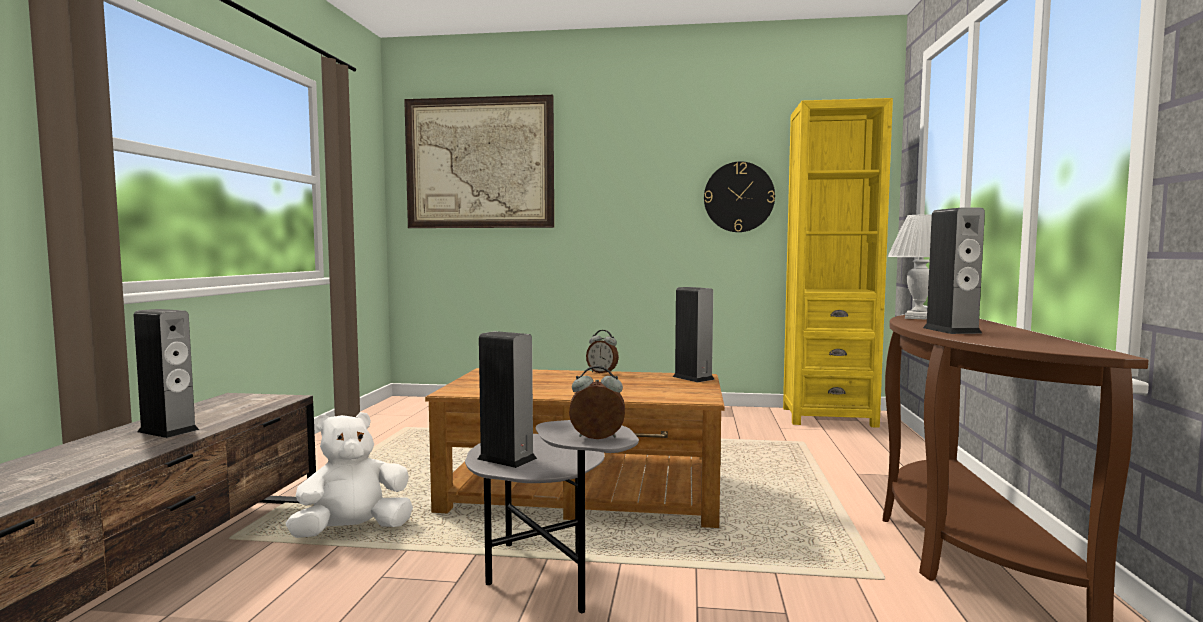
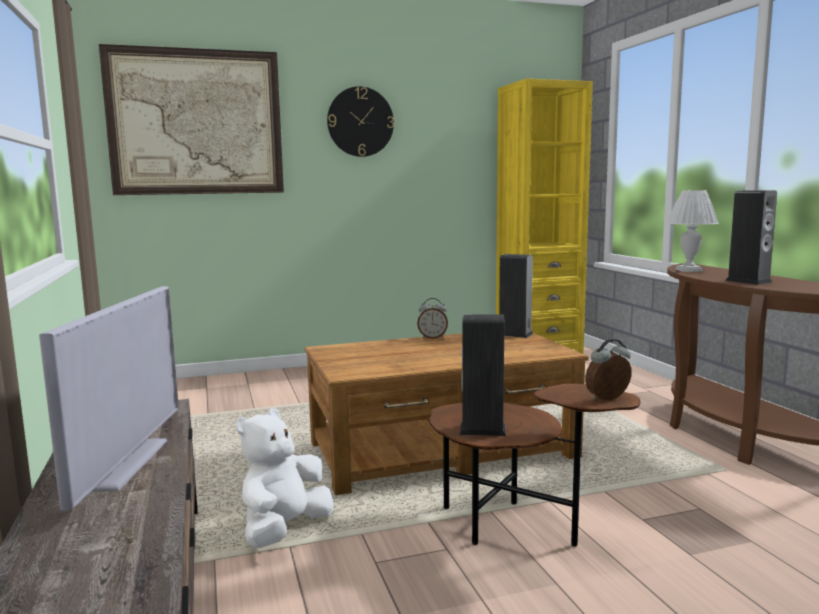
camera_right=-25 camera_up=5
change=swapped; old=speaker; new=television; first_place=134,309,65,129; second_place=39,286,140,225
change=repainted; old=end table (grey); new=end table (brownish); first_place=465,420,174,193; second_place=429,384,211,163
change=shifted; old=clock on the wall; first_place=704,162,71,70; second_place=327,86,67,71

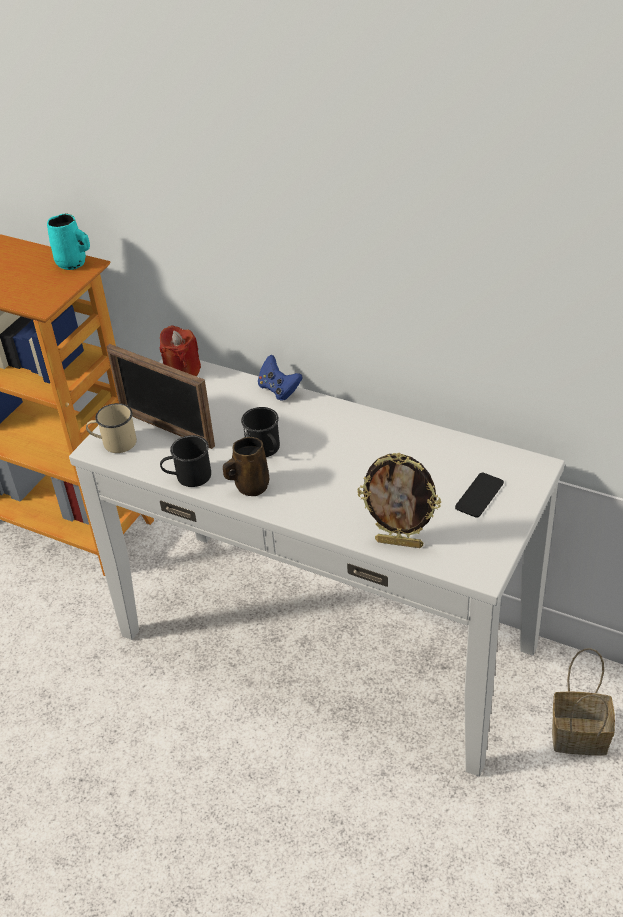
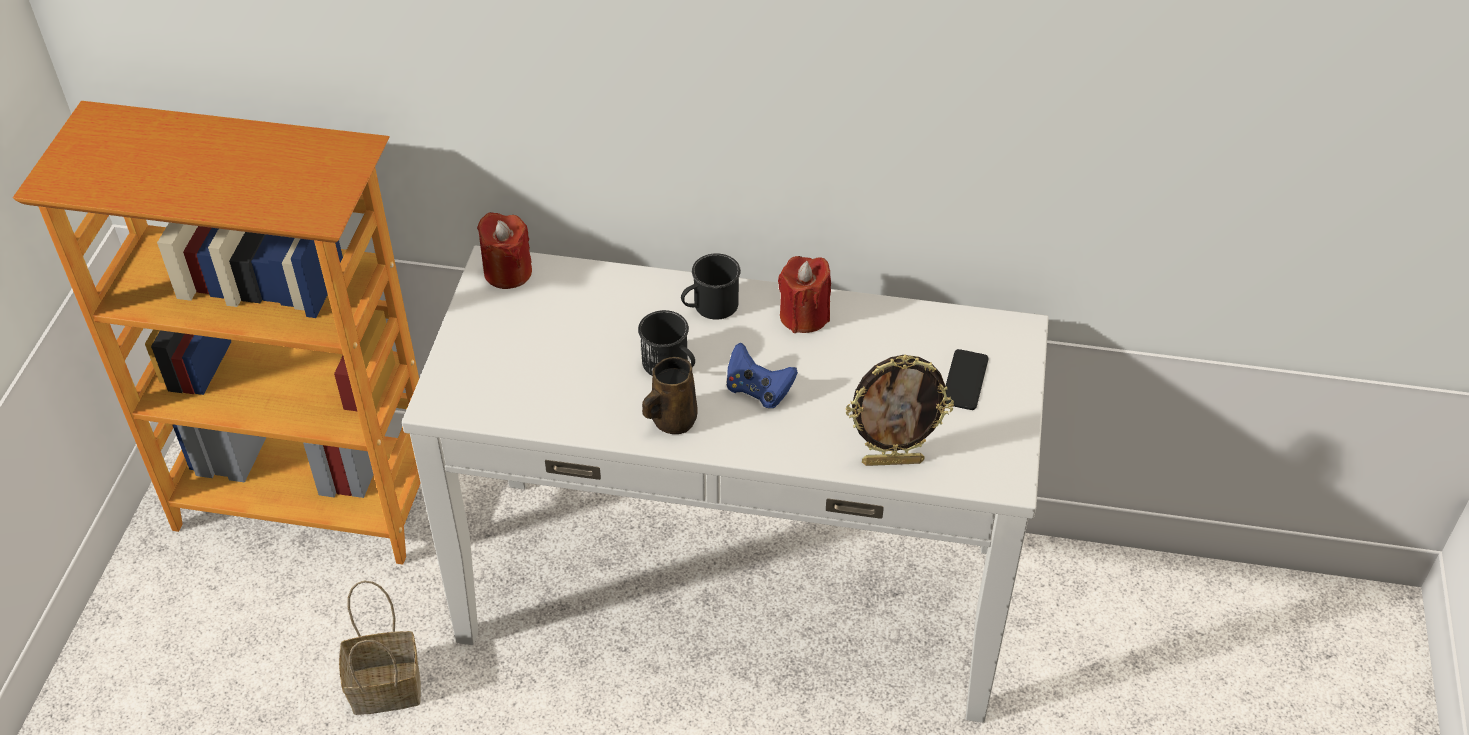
camera_right=-20 camera_up=5
change=gone; old=tea mug (turquoise); first_place=47,213,43,57
change=gone; old=tea mug (sand-coloured); first_place=86,403,51,50
change=gone; old=picture frame; first_place=106,344,109,105
change=shifted; old=tea mug (blackish); first_place=160,435,51,52; second_place=681,253,60,67
change=shifted; old=gamepad (blue-coloured); first_place=258,355,45,46; second_place=726,343,72,65
change=shifted; old=household basket; first_place=552,648,63,107; second_place=339,581,82,134
change=new; new=candle (reddish); second_place=778,256,53,77

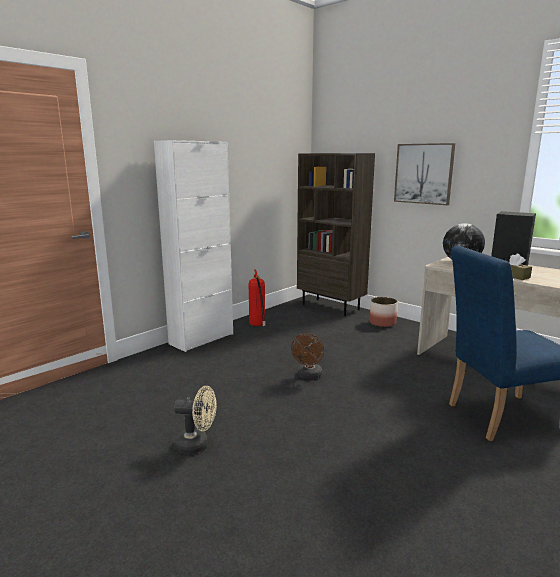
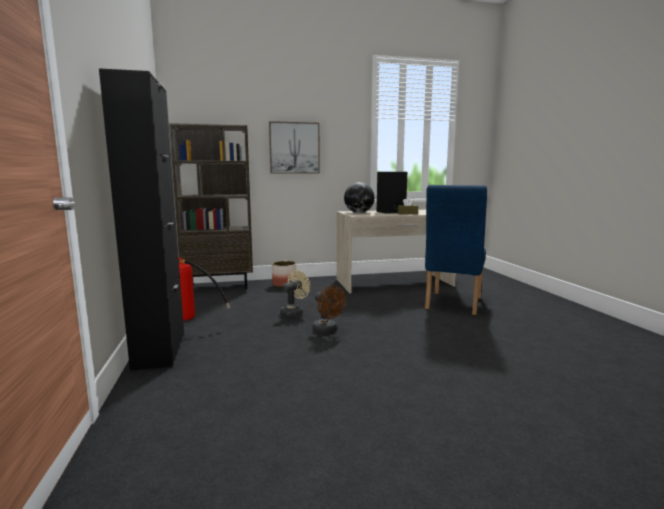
camera_right=-55 camera_up=-5
change=repainted; old=storage cabinet (whitish); new=storage cabinet (blackish); first_place=154,140,79,212; second_place=99,68,85,302
change=shifted; old=cooling fan (sand-coloured); first_place=174,386,43,68; second_place=280,270,30,48

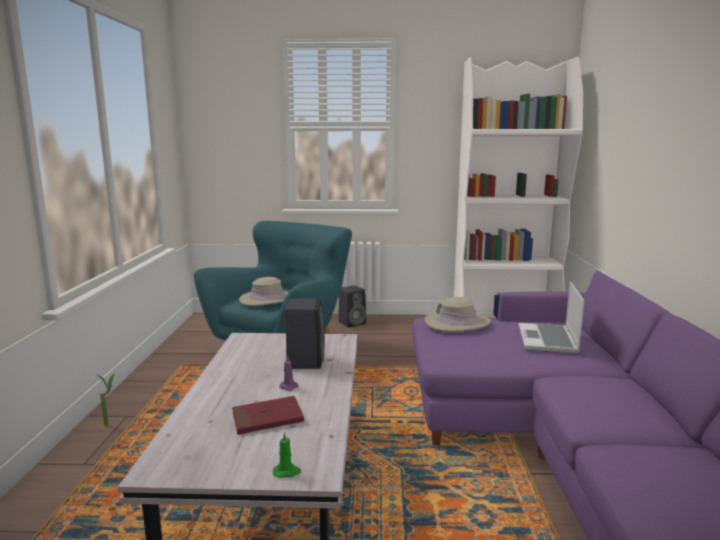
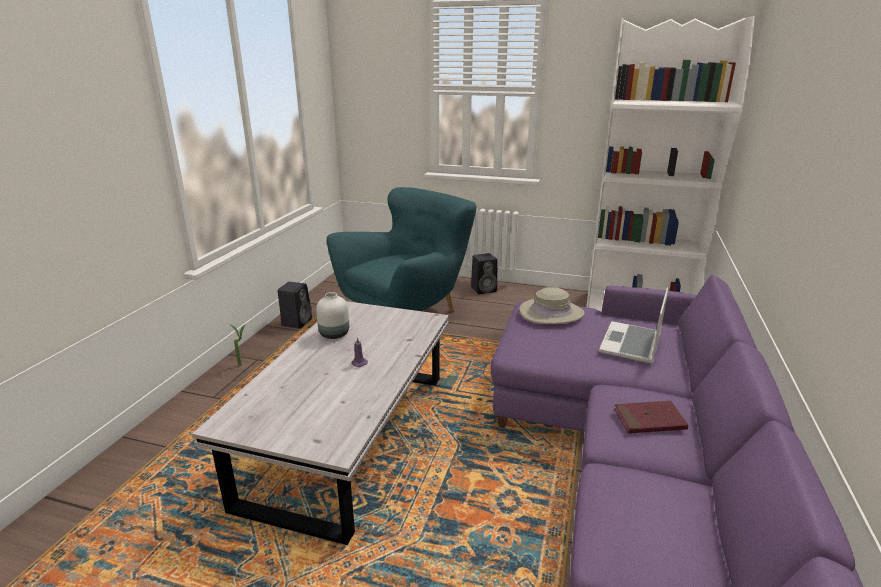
camera_right=15 camera_up=10
change=shifted; old=volume (reddish); first_place=232,396,72,39; second_place=614,401,74,33
change=gone; old=hat (sand-coloured); first_place=239,277,50,29
change=gone; old=candle (green-coloured); first_place=273,431,28,47
change=shifted; old=speaker (blackish); first_place=285,298,40,71; second_place=278,282,34,47
change=new; new=flower vase (whitish); second_place=316,292,33,47

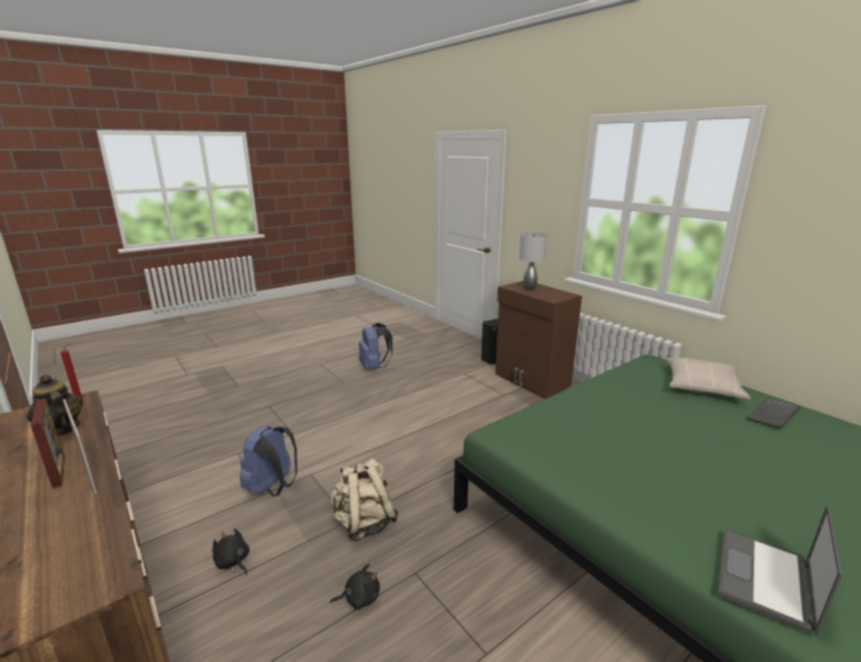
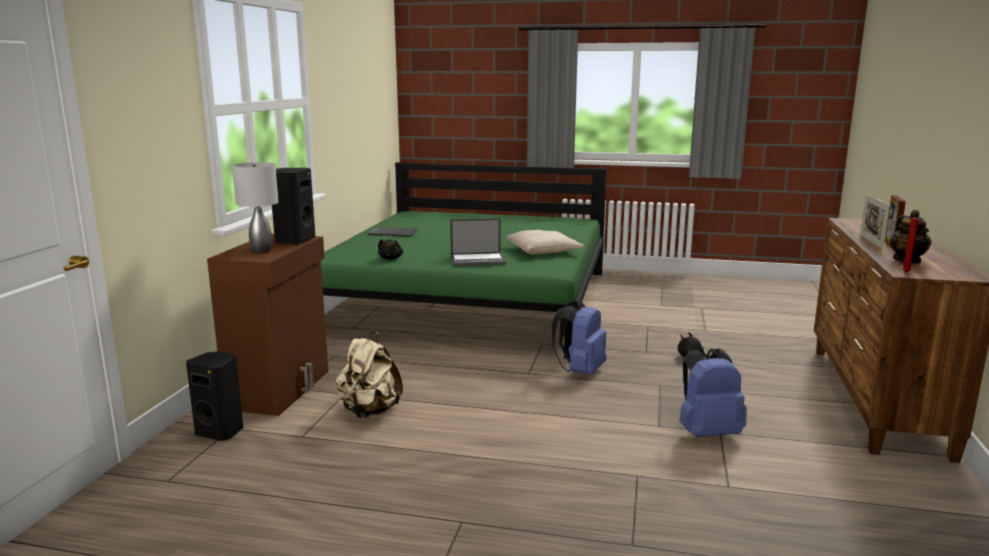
camera_right=-130 camera_up=-5
change=shifted; old=soft toy (blackish); first_place=212,528,37,47; second_place=378,239,25,20
change=shifted; old=knapsack (sand-coloured); first_place=331,458,68,83; second_place=336,332,67,86
change=shifted; old=knapsack (blue-coloured); first_place=359,323,34,47; second_place=552,300,55,75
change=shifted; old=cushion (sand-coloured); first_place=666,357,85,43; second_place=506,230,79,25
change=shifted; old=notebook computer; first_place=718,505,124,131; second_place=450,218,56,48
change=new; new=speaker (blackish); second_place=272,168,43,77

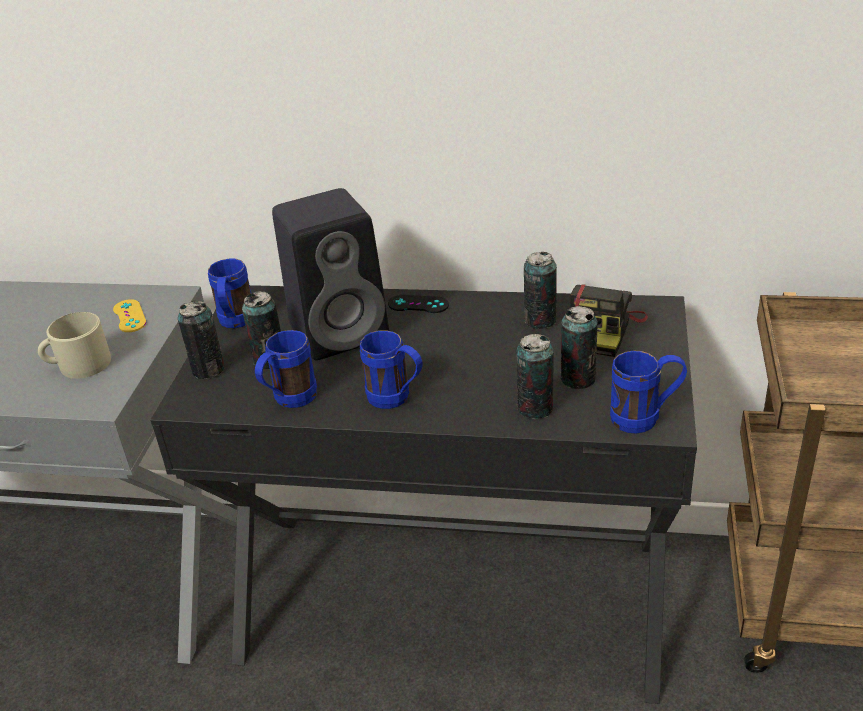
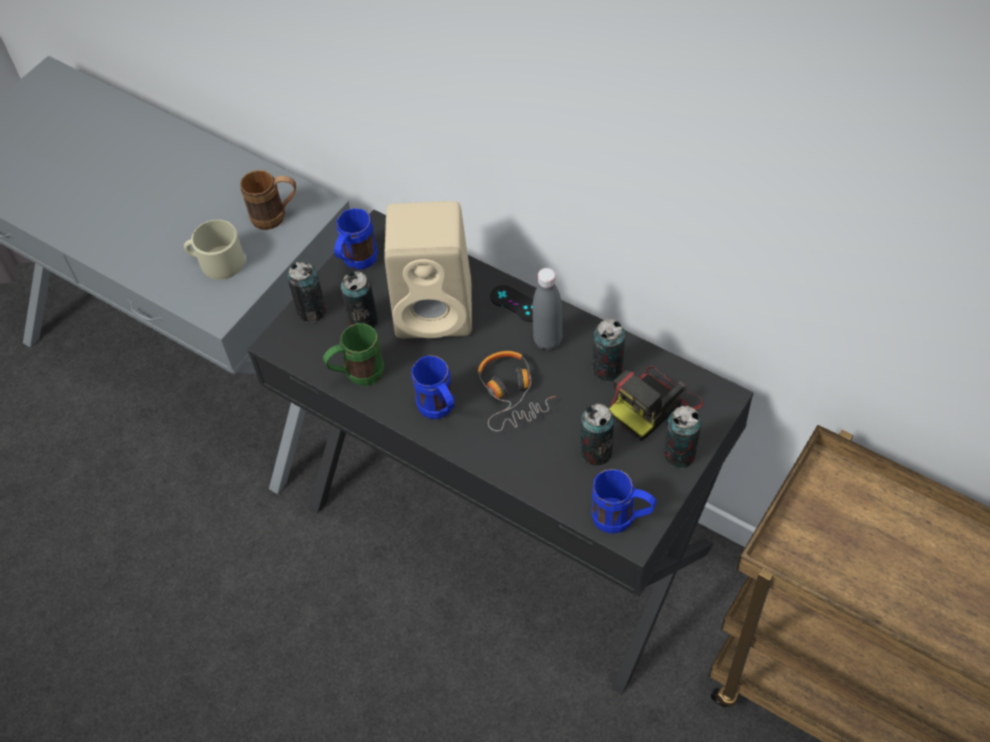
camera_right=25 camera_up=20
change=swapped; old=gamepad (yellowish); new=tea mug (brownish); first_place=113,299,33,33; second_place=240,170,56,60
change=repainted; old=tea mug (blue-coloured); new=tea mug (green-coloured); first_place=255,330,62,78; second_place=323,323,61,63
change=repainted; old=speaker (blackish); new=speaker (sand-coloured); first_place=272,188,117,172; second_place=384,201,88,137
change=shifted; old=metal can; first_place=516,334,38,85; second_place=664,406,37,62
change=new; new=headphones; second_place=478,351,78,80
change=new; new=drink bottle (grey); second_place=533,268,29,83

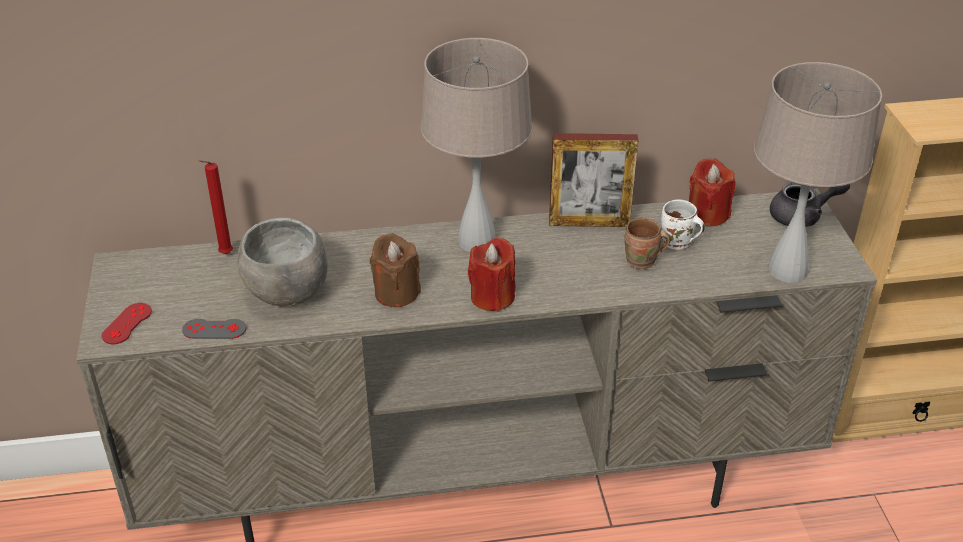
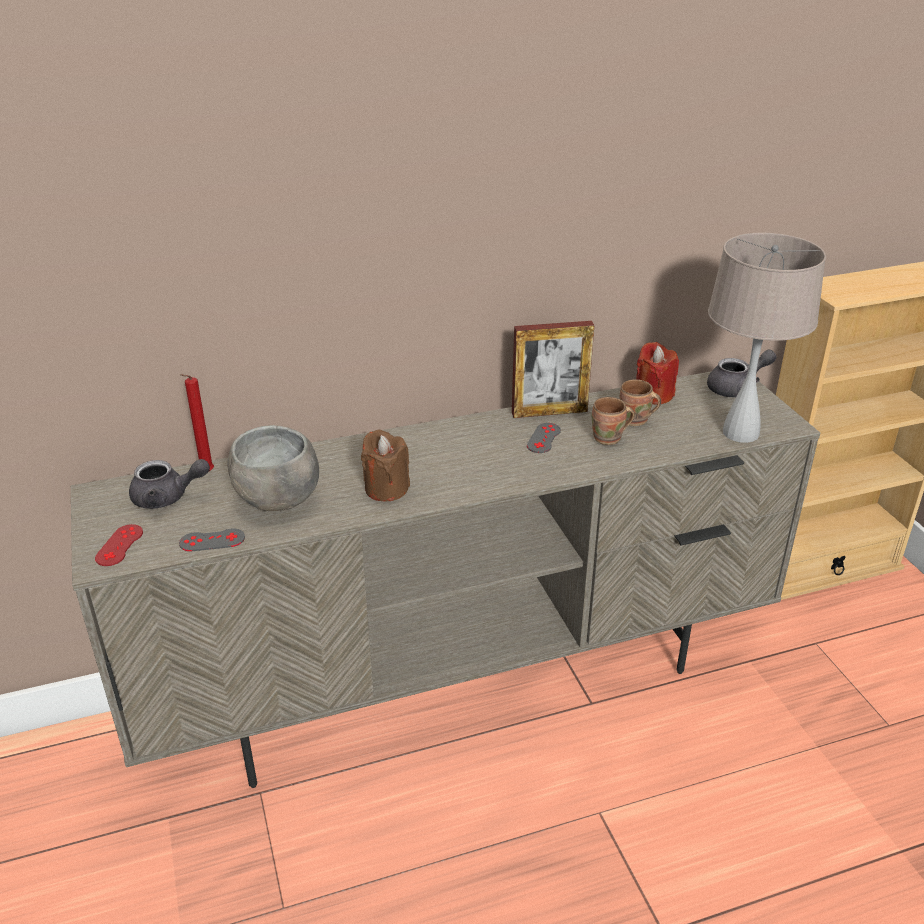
camera_right=-10 camera_up=-5
change=gone; old=lamp for a table (sand-coloured); first_place=421,38,112,214
change=gone; old=candle (reddish); first_place=468,238,48,74
change=repainted; old=tea mug (whitish); new=tea mug (brownish); first_place=661,200,44,50; second_place=619,379,42,47
change=new; new=tea pot (grey); second_place=129,459,81,50
change=new; new=gamepad (grey); second_place=527,423,34,30

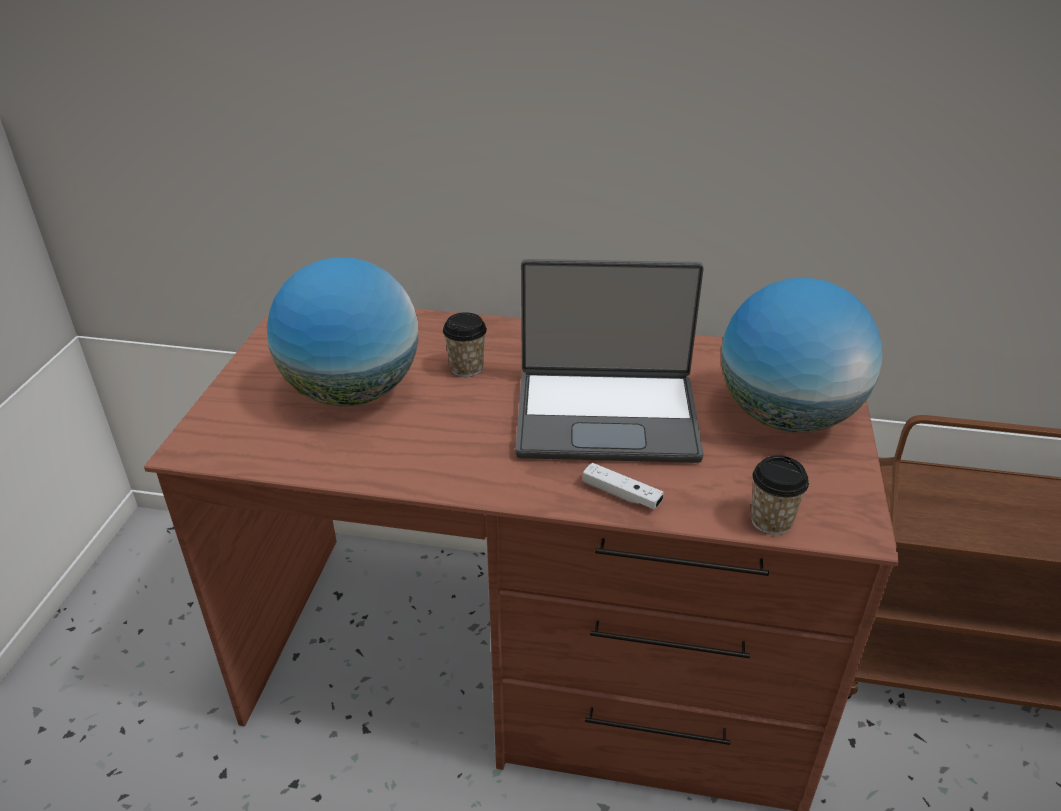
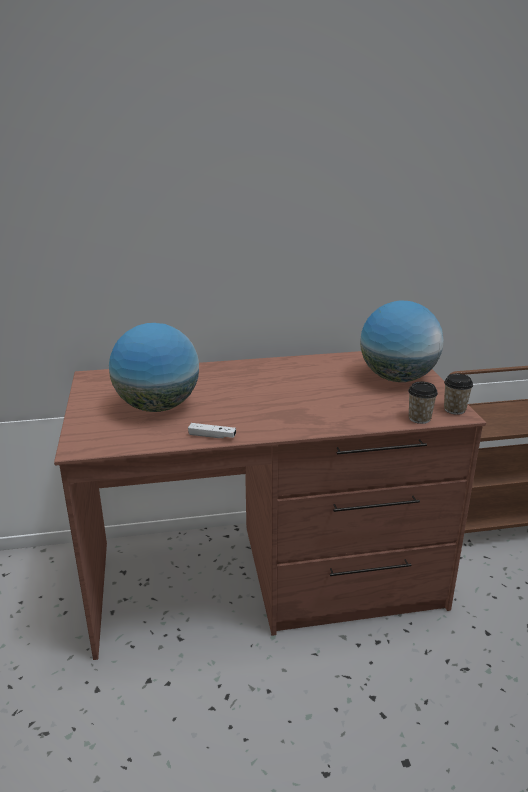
camera_right=-20 camera_up=-10
change=shifted; old=cup; first_place=443,312,44,65; second_place=444,374,29,41
change=gone; old=notebook computer; first_place=515,259,189,204
change=shifted; old=gamepad (whitish); first_place=583,463,80,46; second_place=188,423,48,16

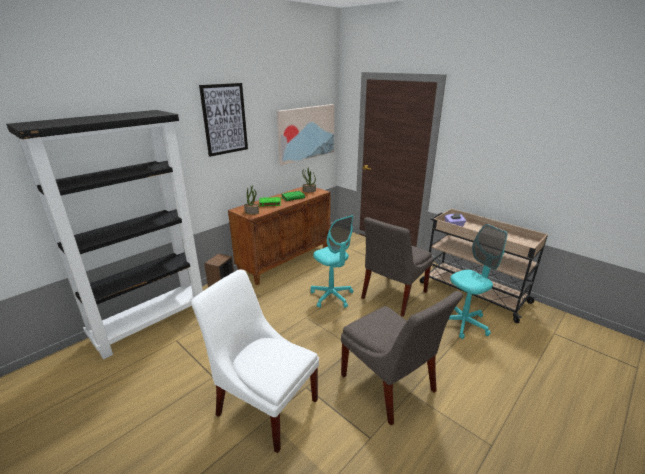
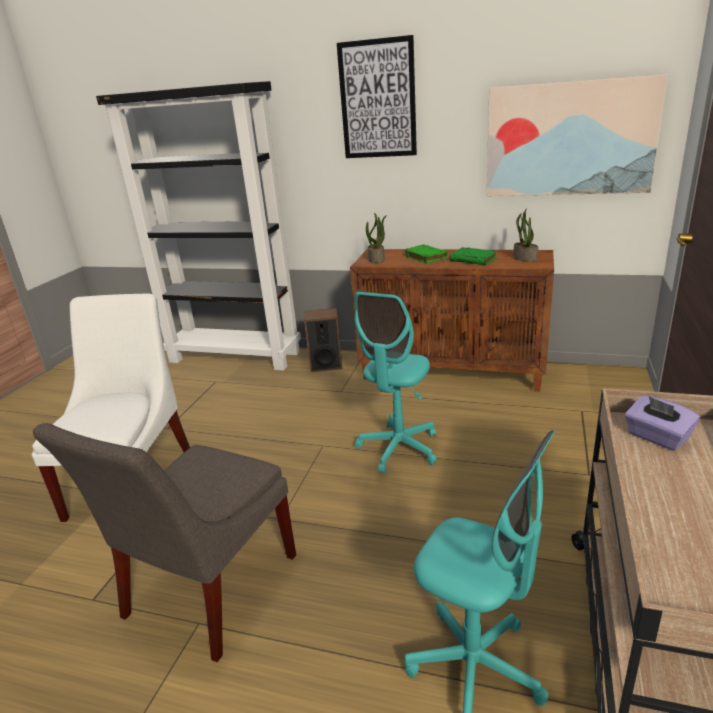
camera_right=65 camera_up=0
change=gone; old=upright chair (grey); first_place=361,217,72,100

